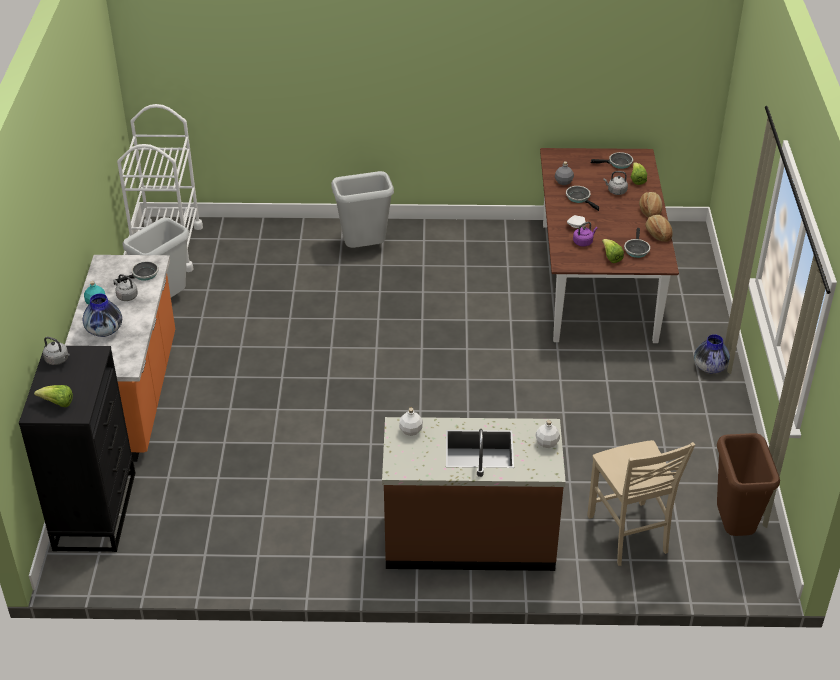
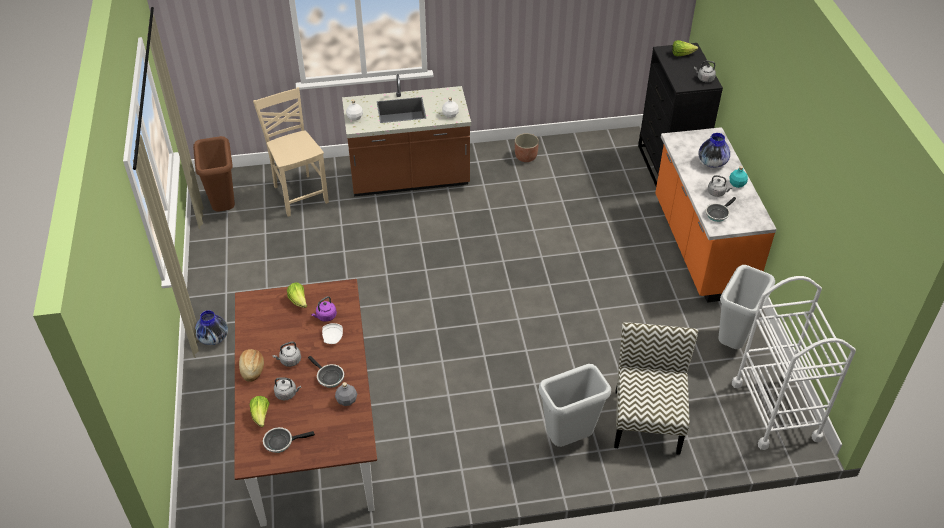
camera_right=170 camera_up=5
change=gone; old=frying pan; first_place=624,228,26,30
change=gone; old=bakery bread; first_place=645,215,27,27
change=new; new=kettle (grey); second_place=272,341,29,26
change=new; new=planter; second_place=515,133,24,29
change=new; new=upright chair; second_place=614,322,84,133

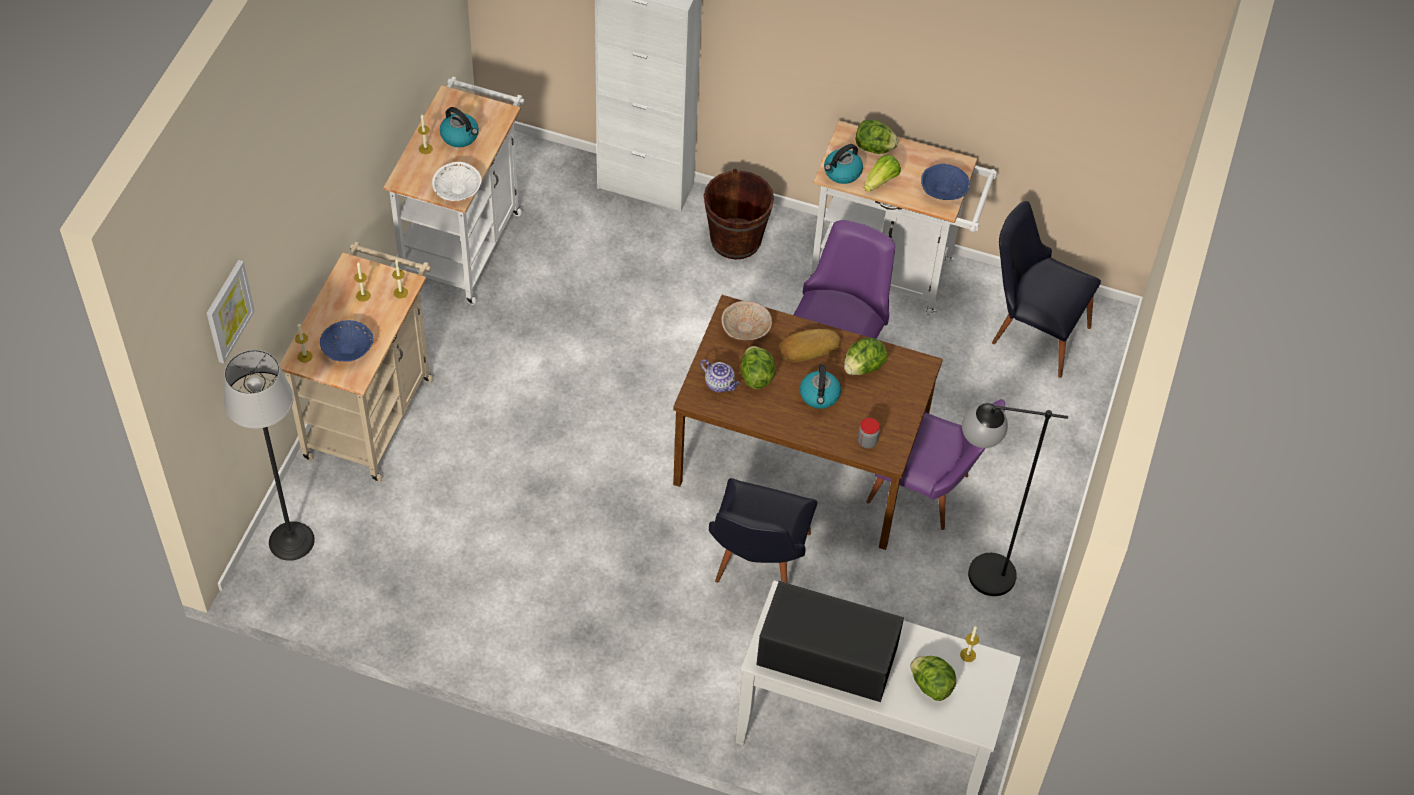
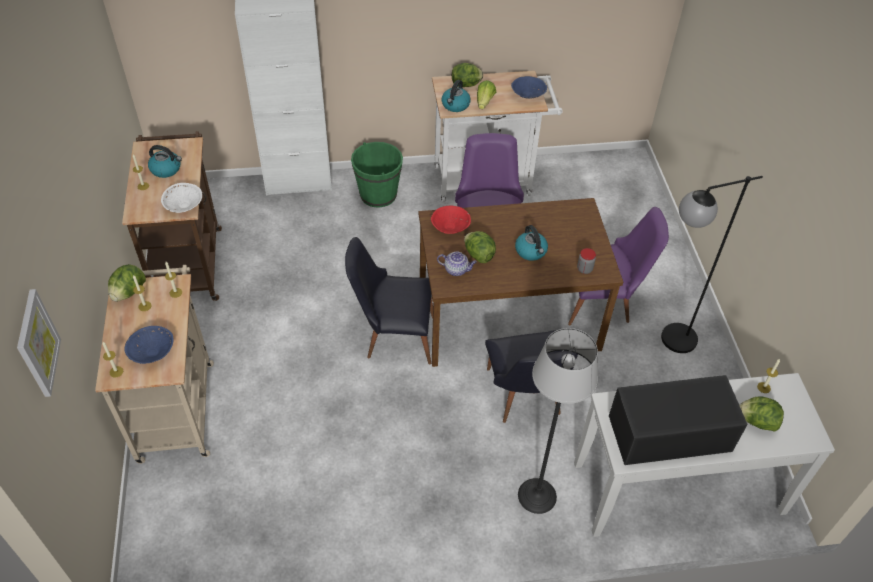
camera_right=-25 camera_up=-5
change=shifted; old=floor lamp; first_place=224,350,91,211; second_place=518,328,80,186
change=repainted; old=cart (whitish); new=cart (brownish); first_place=384,77,140,228; second_place=122,131,100,170
change=repainted; old=pail (brownish); new=pail (green-coloured); first_place=704,169,70,91; second_place=351,142,52,66
change=repainted; old=deep dish (sand-coloured); new=deep dish (reddish); first_place=721,301,51,39; second_place=431,205,40,29
change=gone; old=bakery bread; first_place=780,329,61,33
change=shifted; old=lettuce head; first_place=844,338,44,37; second_place=108,264,38,38
change=shifted; old=upright chair (blackish); first_place=992,201,109,177; second_place=345,237,88,128

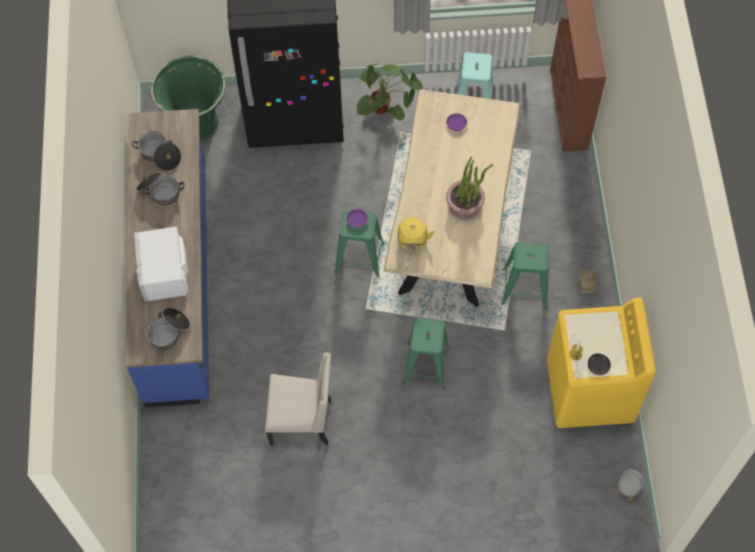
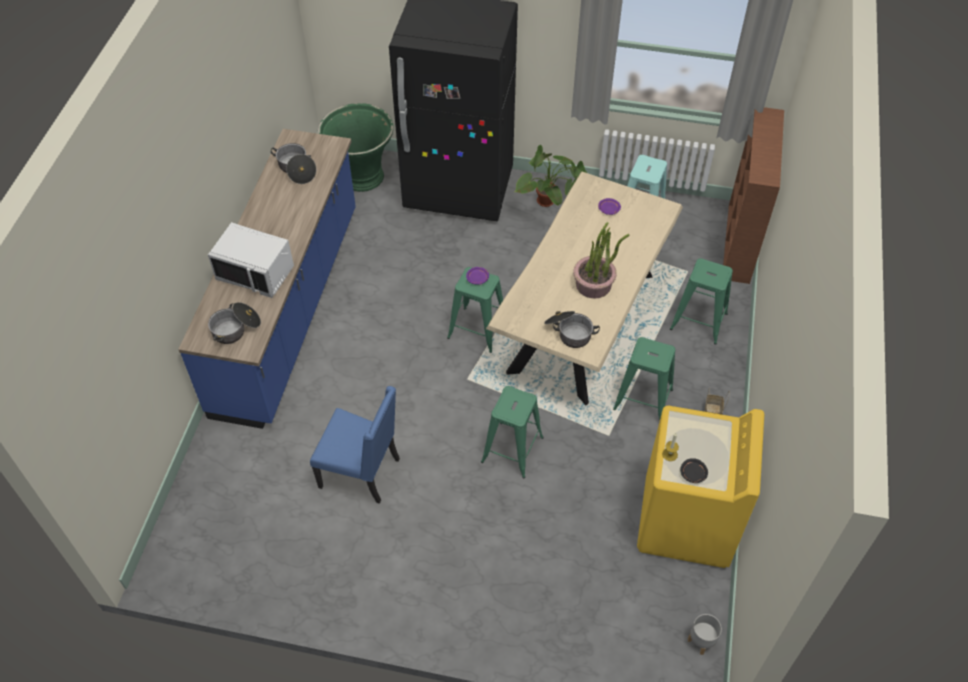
camera_right=15 camera_up=-10
change=rotated; old=kitchen microwave (whitish); first_place=134,226,54,75; second_place=208,222,86,76; degrees=-75
change=shifted; old=saucepot; first_place=136,173,48,33; second_place=544,311,56,37
change=repainted; old=upright chair (sand-coloured); new=upright chair (blue-coloured); first_place=265,353,66,92; second_place=310,386,90,118
change=gone; old=kettle (yellowish); first_place=398,217,37,34
change=new; new=stool (green-coloured); second_place=670,258,63,86

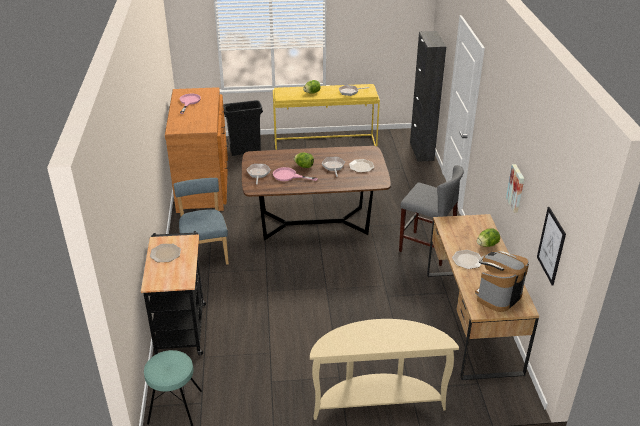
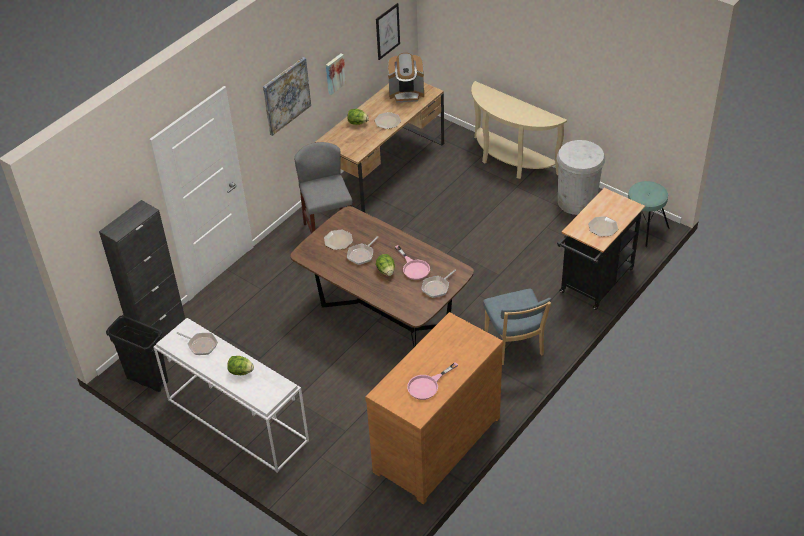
camera_right=-135 camera_up=10
change=rotated; old=upright chair (blue-coloured); first_place=174,178,55,87; second_place=483,289,68,76; degrees=-45
change=shifted; old=rubbish bin (blackish); first_place=223,100,40,56; second_place=106,315,62,77
change=repainted; old=narrow table (yellowish); new=narrow table (whitish); first_place=273,84,107,66; second_place=153,318,156,155
change=new; new=wall art; second_place=263,57,48,79
change=new; new=rubbish bin (whitish); second_place=557,140,48,75

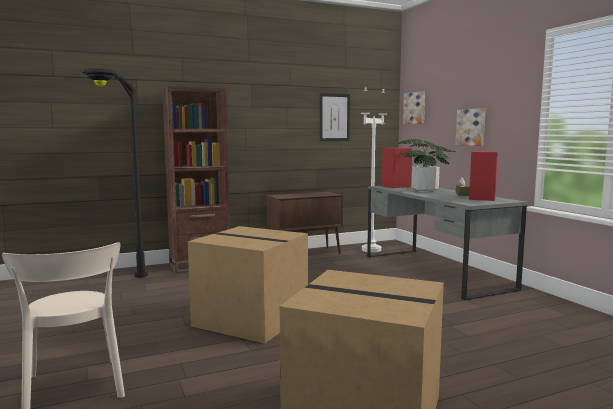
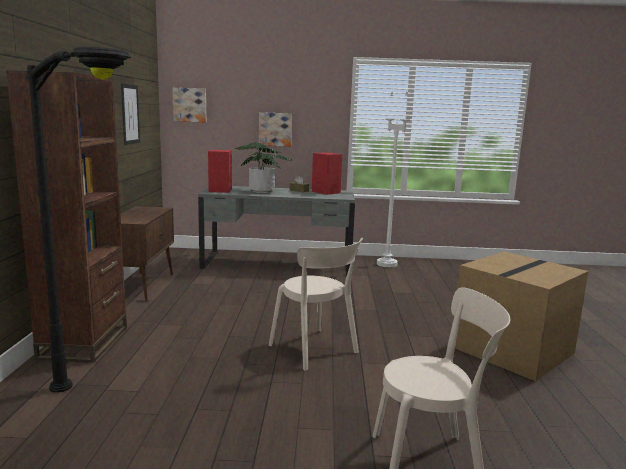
camera_right=-65 camera_up=5
change=swapped; old=carton; new=upright chair (sand-coloured); first_place=188,226,120,117; second_place=269,238,94,133
change=shifted; old=floor lamp (whitish); first_place=361,87,26,166; second_place=377,92,33,175

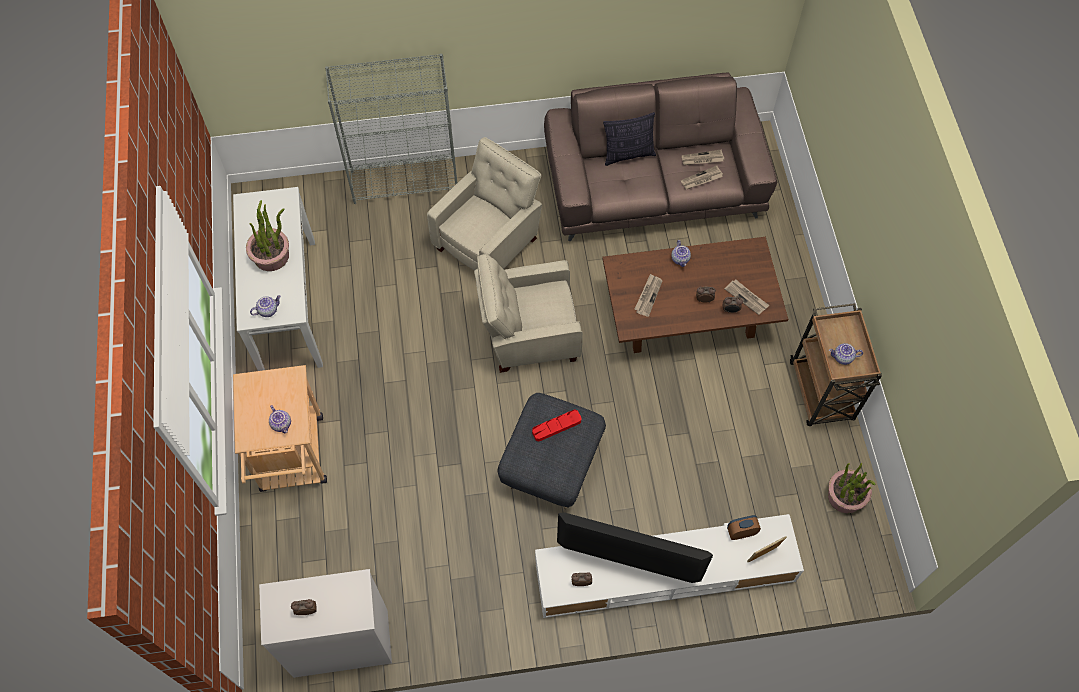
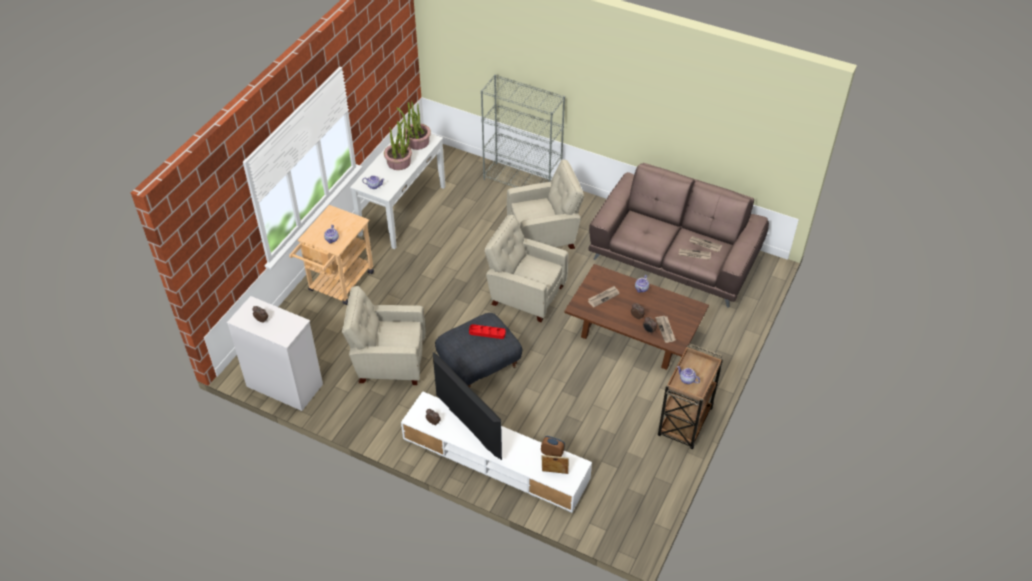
camera_right=35 camera_up=-15
change=gone; old=cushion; first_place=603,112,53,54
change=shifted; old=houseplant; first_place=828,463,47,50; second_place=397,101,34,49
change=new; new=lounge chair (sand-coloured); second_place=342,286,84,99

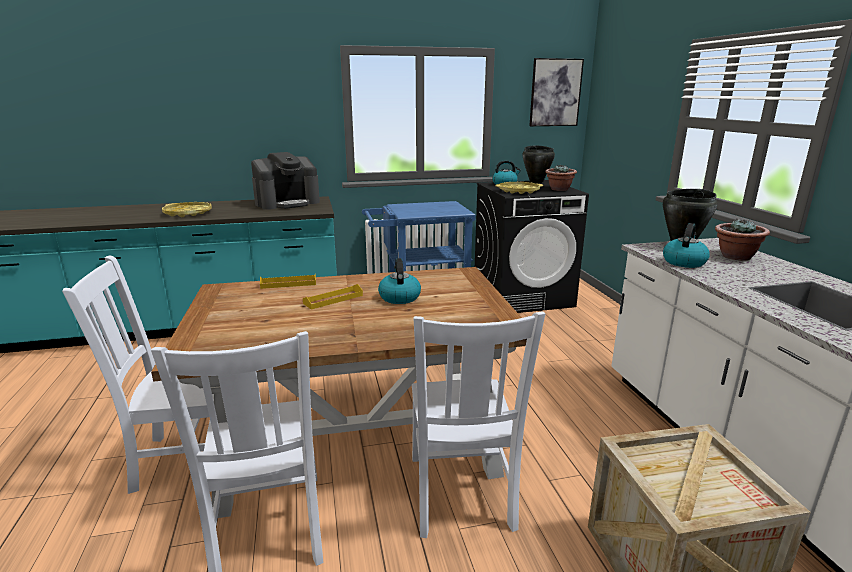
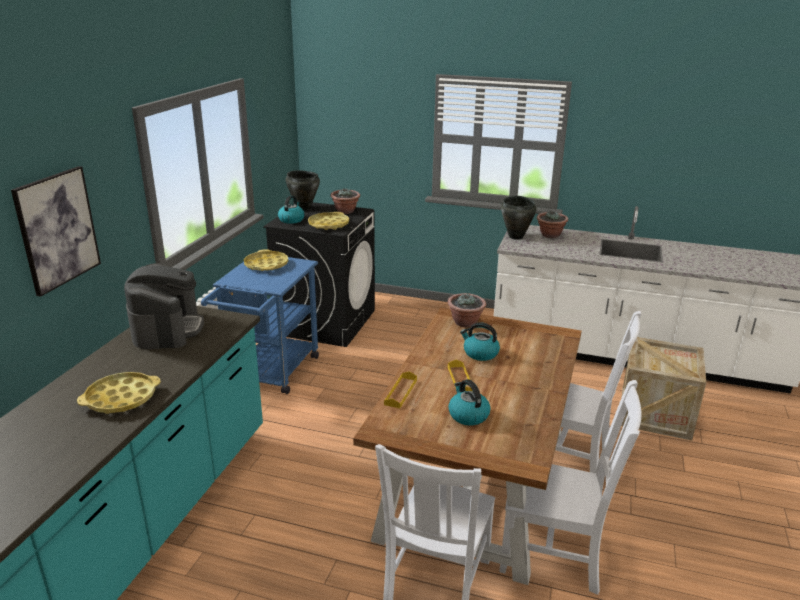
camera_right=-60 camera_up=5
change=shifted; old=wall art; first_place=529,58,55,68; second_place=11,166,90,131
change=shifted; old=kettle; first_place=663,223,47,45; second_place=448,379,42,47
change=new; new=tray (yellowish); second_place=244,249,44,22
change=new; new=houseplant; second_place=448,293,38,34

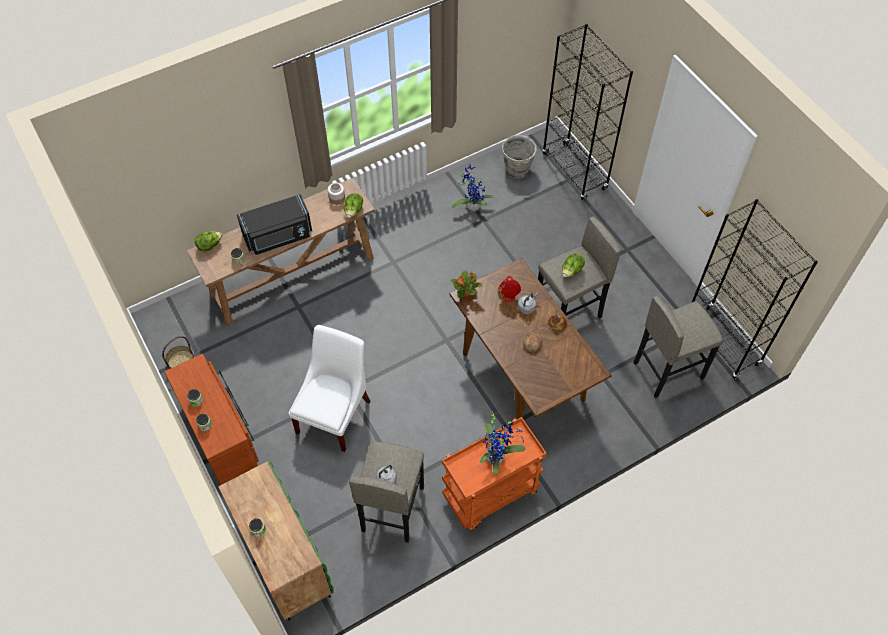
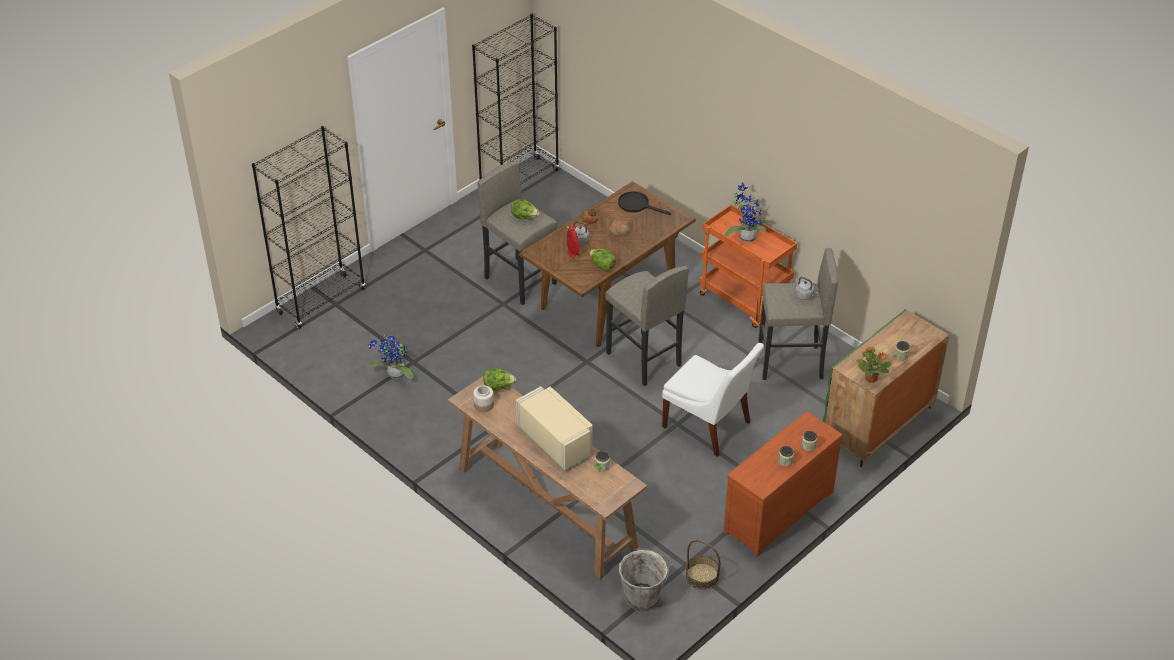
camera_right=-105 camera_up=-15
change=shifted; old=lettuce head; first_place=195,231,27,21; second_place=589,249,27,22
change=repainted; old=kitchen microwave (blackish); new=kitchen microwave (sand-coloured); first_place=237,194,75,61; second_place=516,386,77,85
change=rotated; old=upright chair (whitish); first_place=289,325,81,127; second_place=662,343,102,114; degrees=-150
change=shifted; old=houseplant; first_place=450,270,32,28; second_place=856,347,36,36
change=shifted; old=pail (grey); first_place=502,135,36,44; second_place=619,549,53,62
change=shifted; old=stool (grey); first_place=633,296,90,102; second_place=605,266,84,120
change=new; new=frying pan (blackish); second_place=618,192,53,23

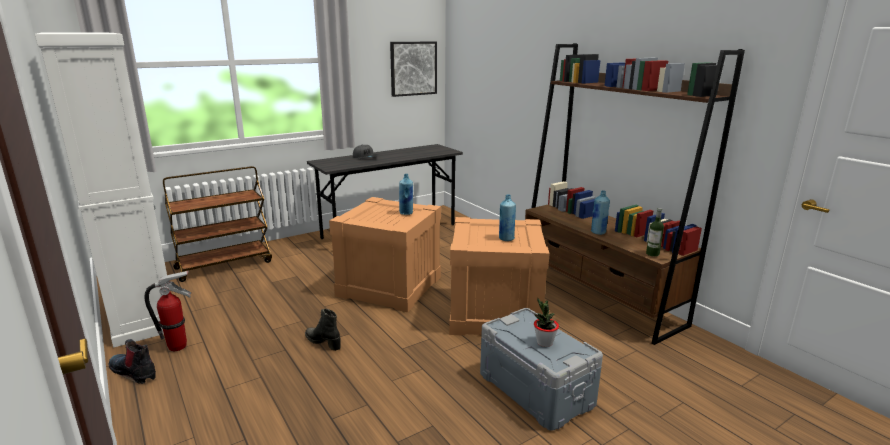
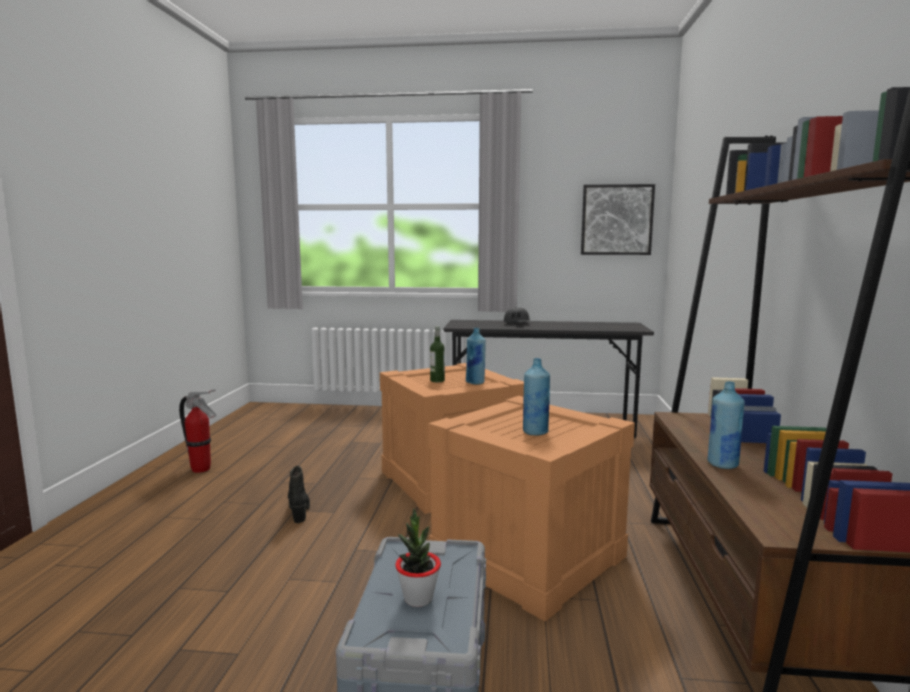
camera_right=40 camera_up=-10
change=gone; old=storage cabinet (whitish); first_place=35,33,132,315
change=gone; old=tall boot; first_place=108,339,48,45
change=gone; old=cart (brownish); first_place=163,166,109,116
change=shifted; old=drink bottle; first_place=646,208,18,49; second_place=430,326,15,56

